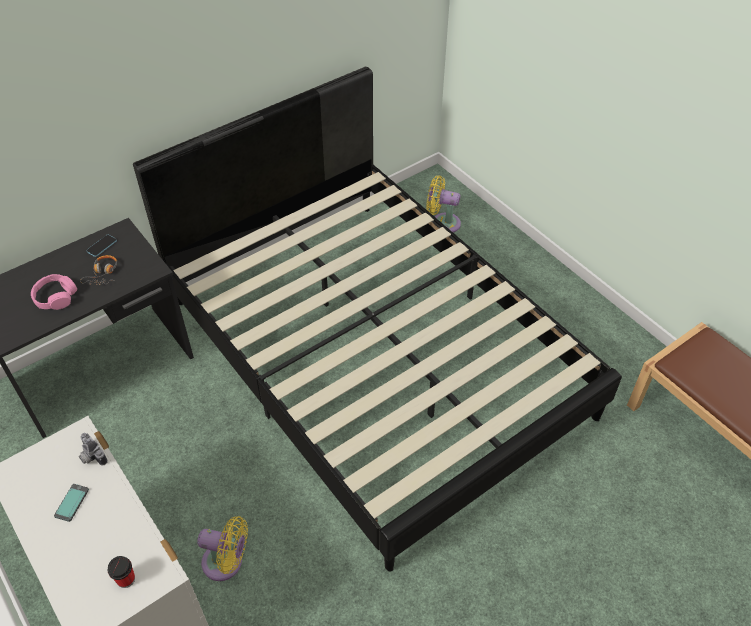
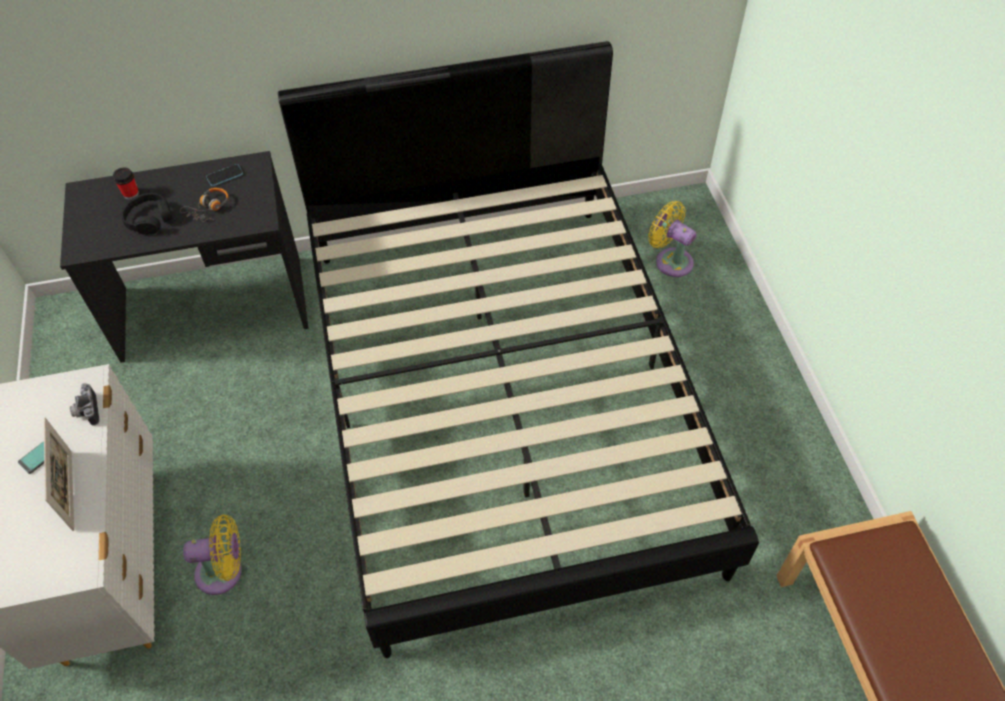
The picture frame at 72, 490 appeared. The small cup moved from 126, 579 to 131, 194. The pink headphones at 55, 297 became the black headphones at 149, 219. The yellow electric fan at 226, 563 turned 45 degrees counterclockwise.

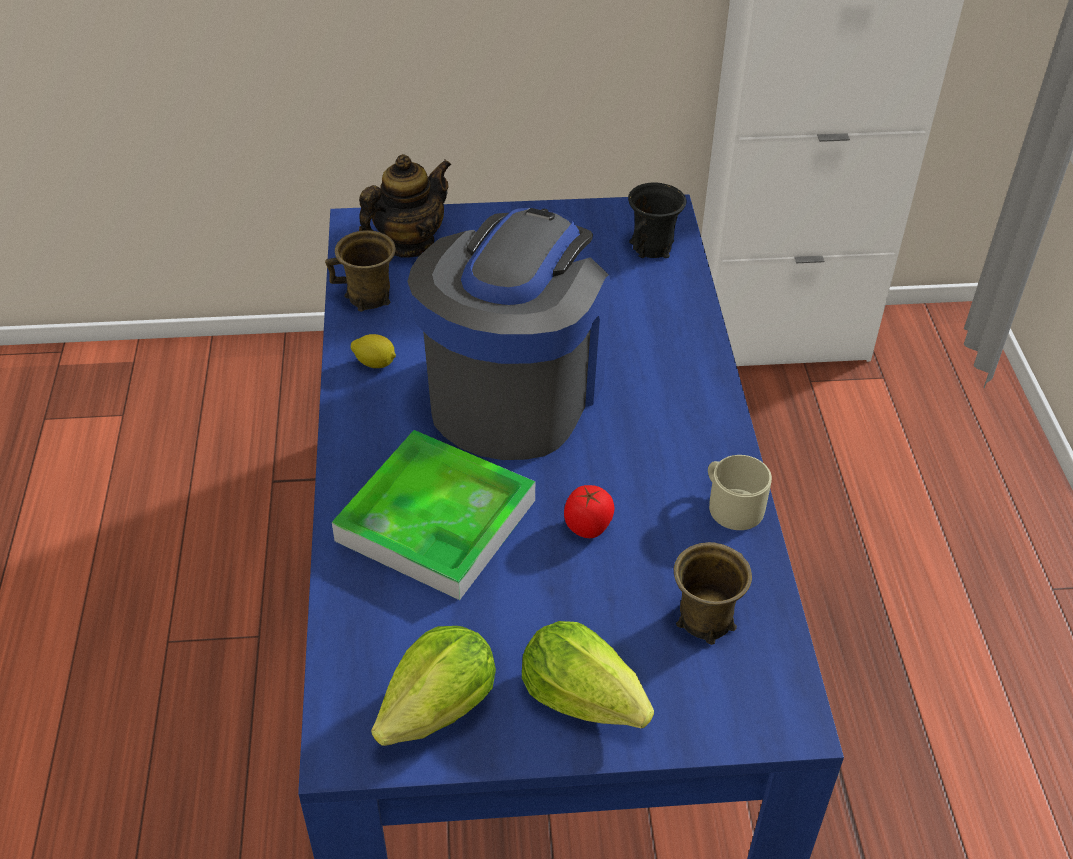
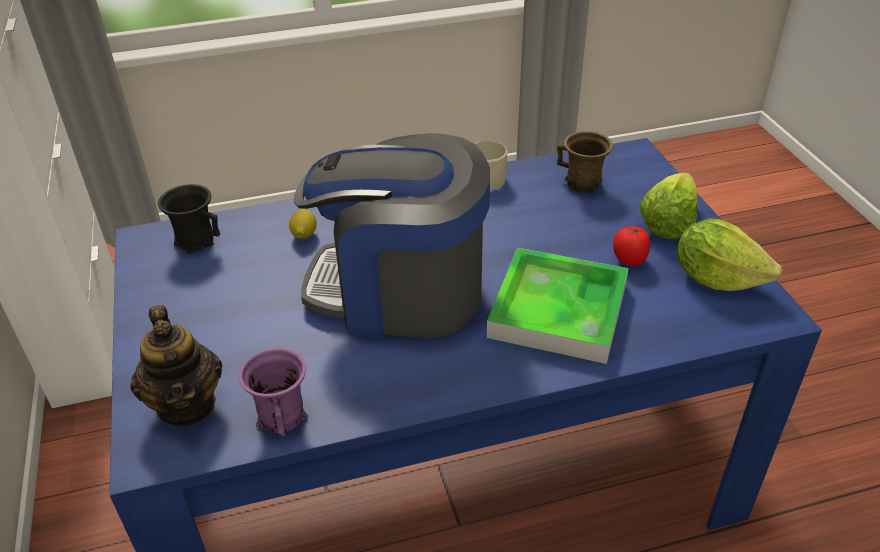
The lemon moved from 375, 363 to 304, 235. The whole tomato moved from 588, 527 to 629, 260. The brownish mug at 369, 297 became the purple-coloured mug at 282, 416. The pot for tea at 408, 244 turned 150 degrees counterclockwise.

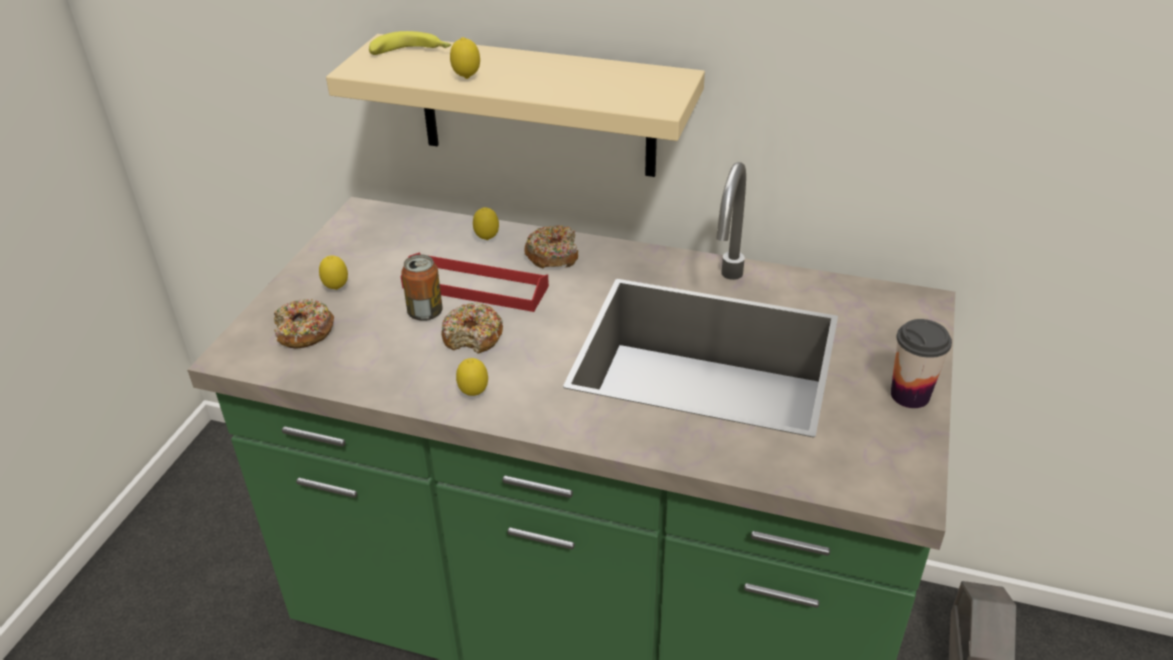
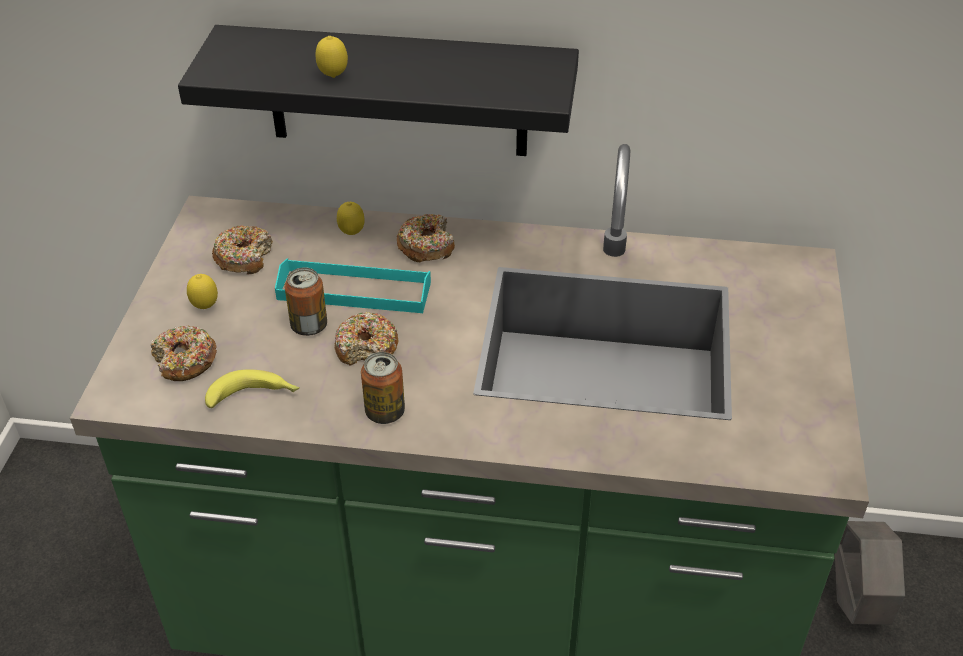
The small cup at 910, 395 disappeared. The ring doughnut at 244, 257 appeared. The banana moved from 412, 53 to 254, 396. The lemon at 474, 394 was replaced by the metal can at 385, 412. The sand-coloured shelf at 537, 106 became the black shelf at 397, 92. The red-coloured carrying tray at 475, 287 became the turquoise carrying tray at 354, 291.

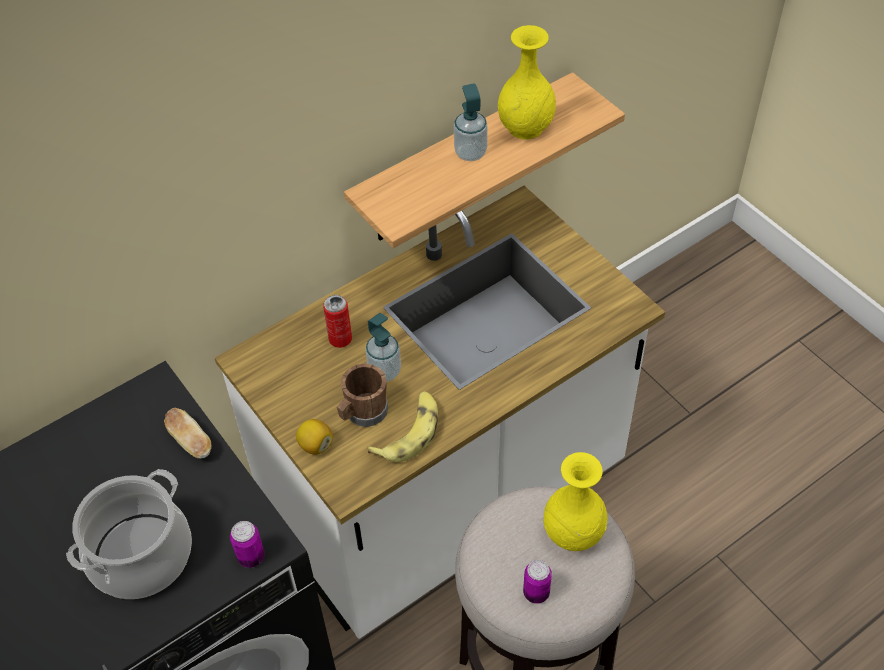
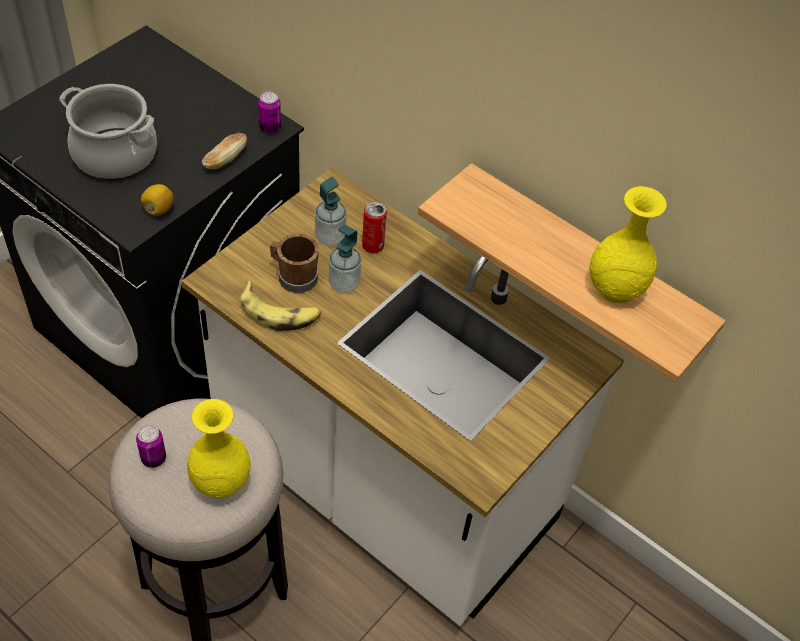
The metal can moved from 251, 557 to 270, 128. The lemon moved from 315, 445 to 159, 209. The liquid soap bottle moved from 470, 153 to 330, 237.

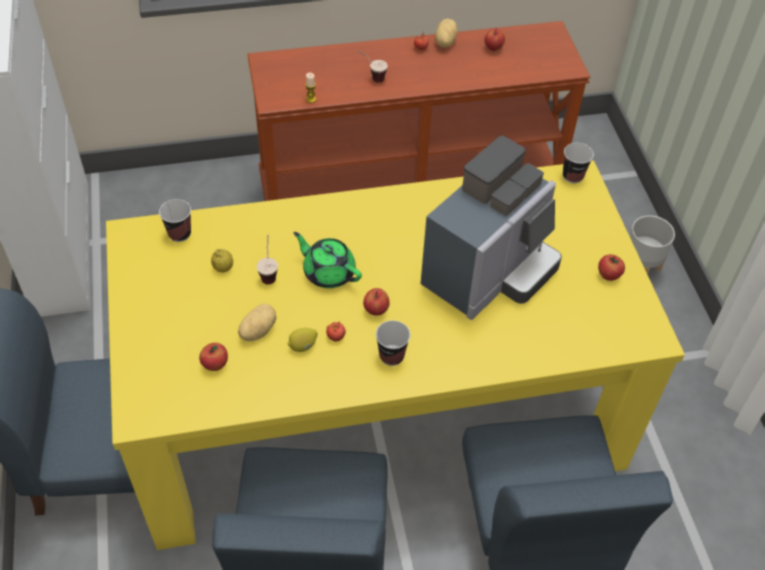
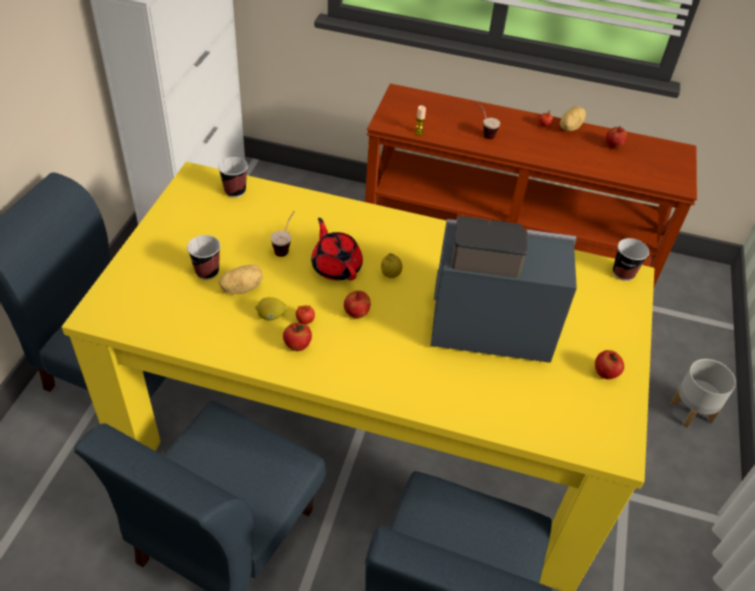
The whole apple moved from 215, 365 to 297, 345. The lemon moved from 223, 268 to 390, 275. The small cup moved from 391, 356 to 207, 272. The green pot for tea at 328, 272 became the red-coloured pot for tea at 336, 266. The coffee machine at 489, 272 turned 150 degrees counterclockwise.

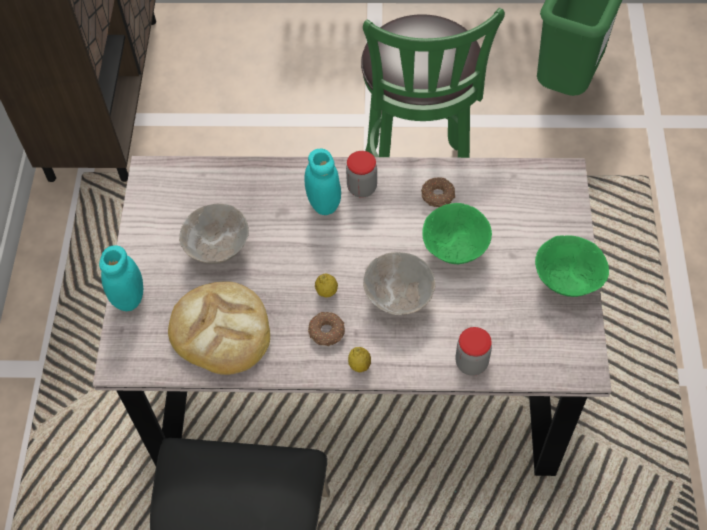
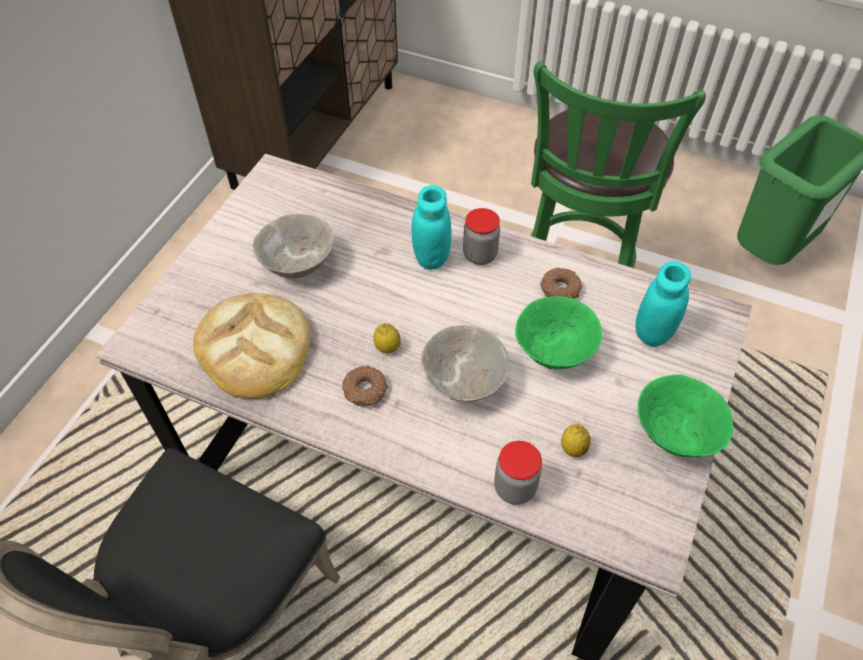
The turquoise storage jar moved from 129, 298 to 653, 333. The lemon moved from 359, 365 to 573, 448.

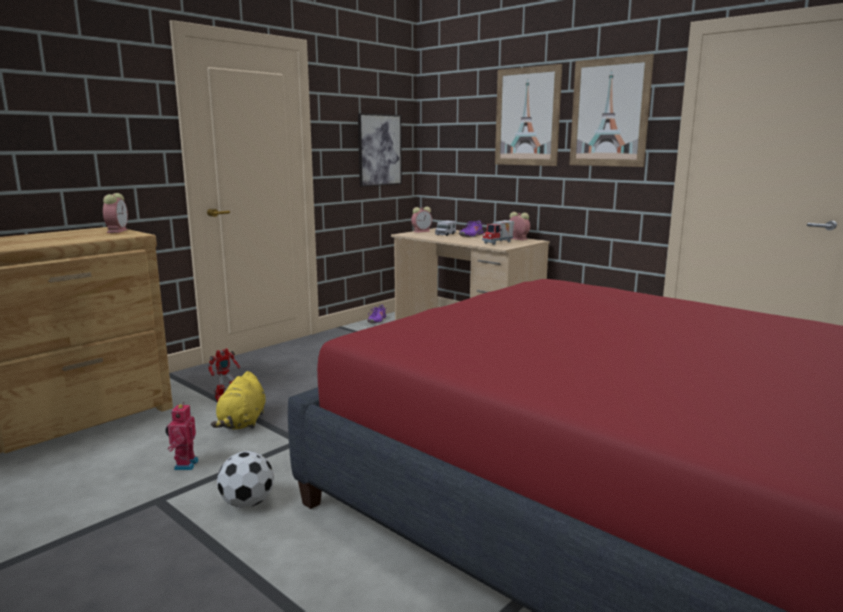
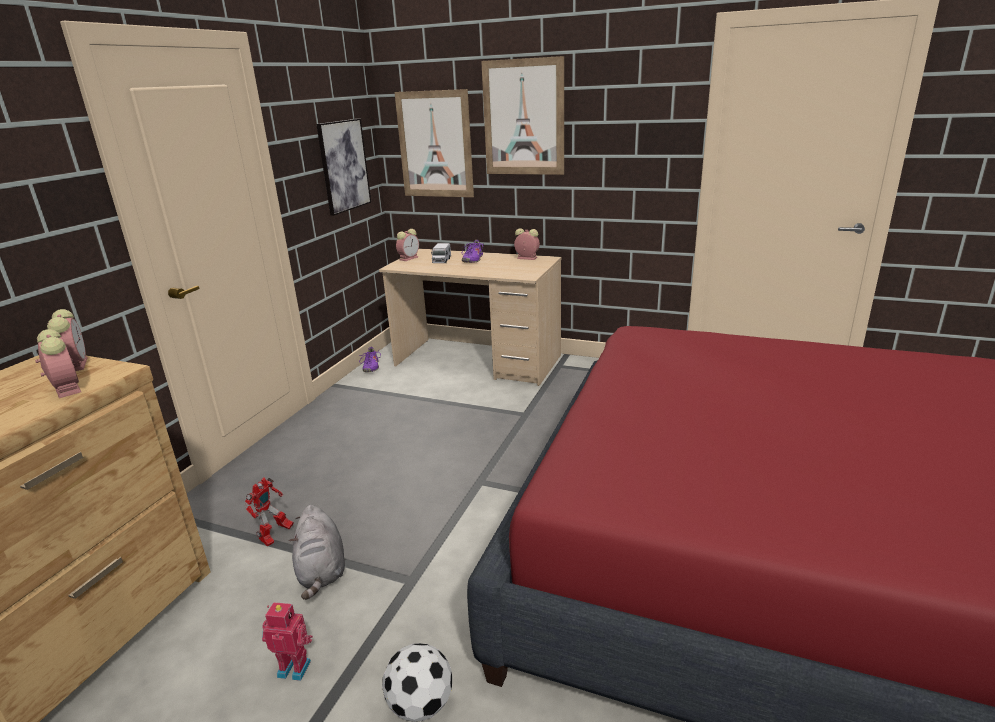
The toy truck at 498, 243 disappeared. The alarm clock at 66, 388 appeared. The wall art moved from 609, 113 to 435, 145. The yellow cuddly toy at 242, 423 became the greyish cuddly toy at 321, 571. The toy robot at 184, 465 turned 120 degrees clockwise.

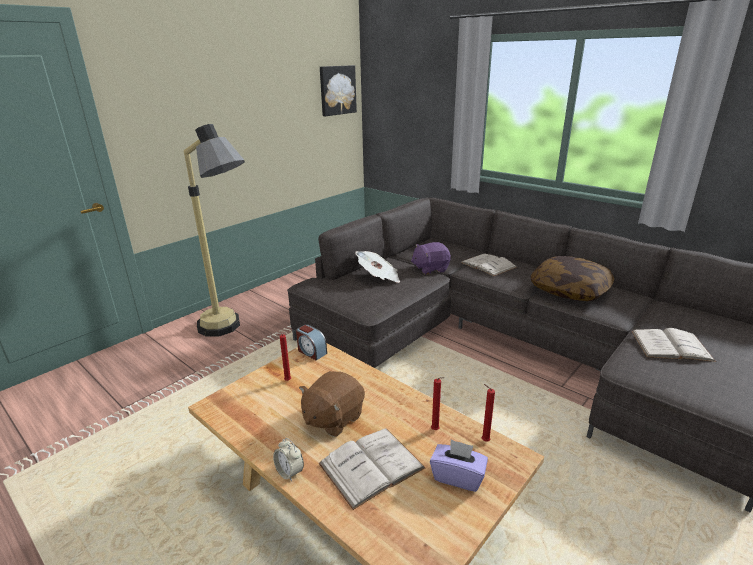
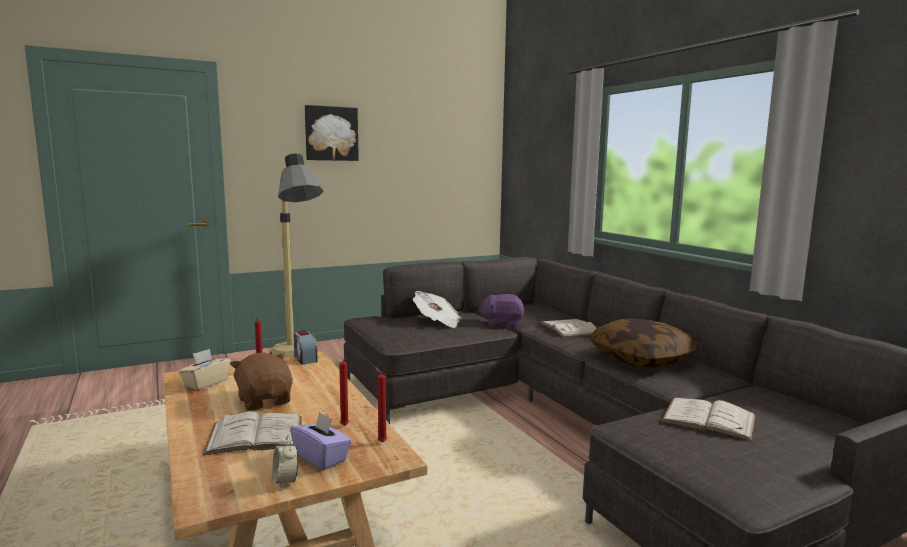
The sand-coloured tissue box at 206, 383 appeared. The alarm clock moved from 289, 472 to 285, 481. The wall art moved from 337, 90 to 331, 133. The brownish cuddly toy at 333, 418 turned 90 degrees clockwise.

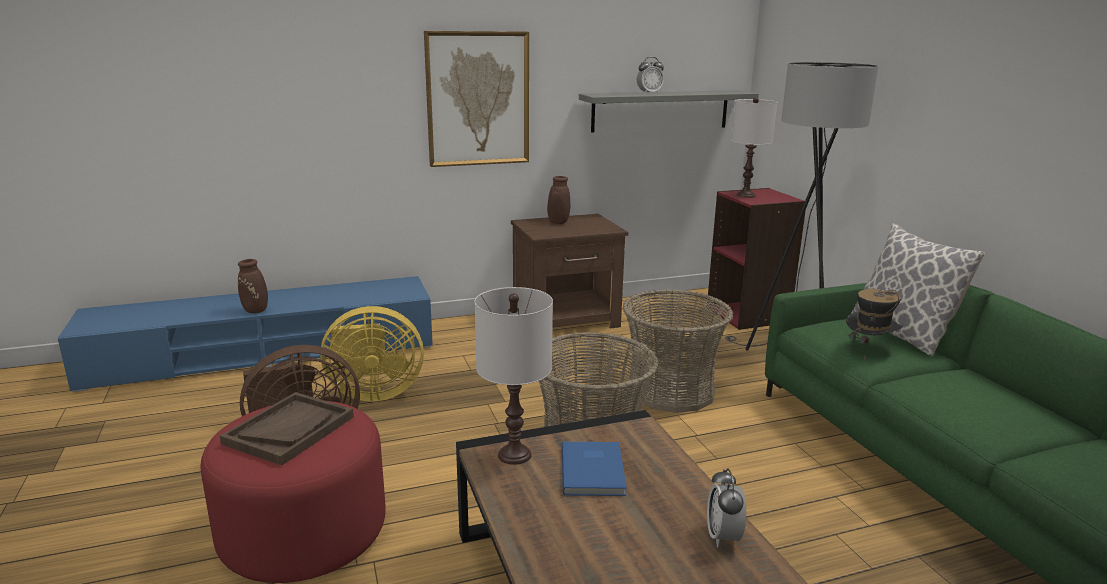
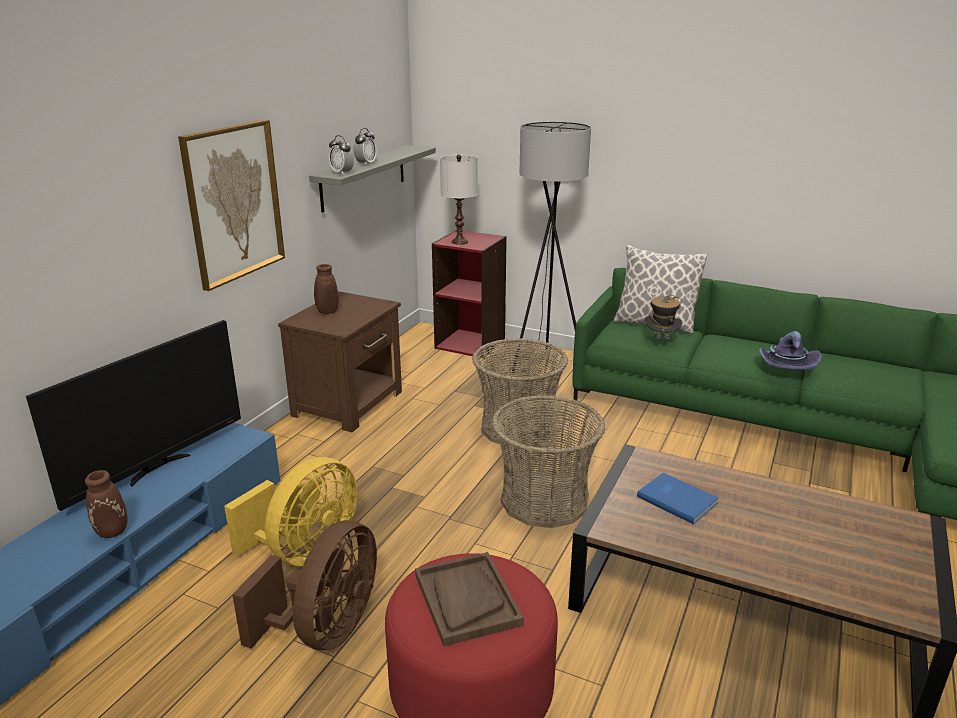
The whitish tabletop lamp at 514, 454 disappeared. The TV at 157, 468 appeared. The purple-coloured clothing hat at 785, 366 appeared. The alarm clock moved from 723, 537 to 342, 173.

